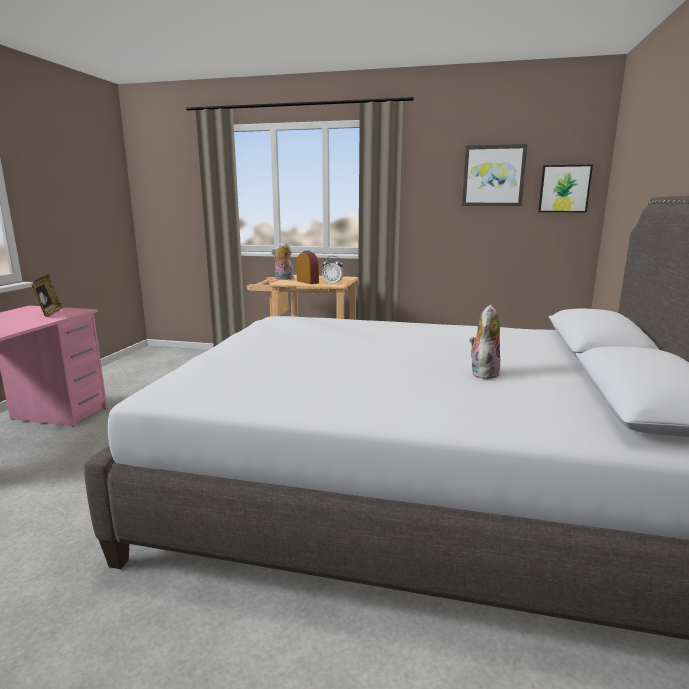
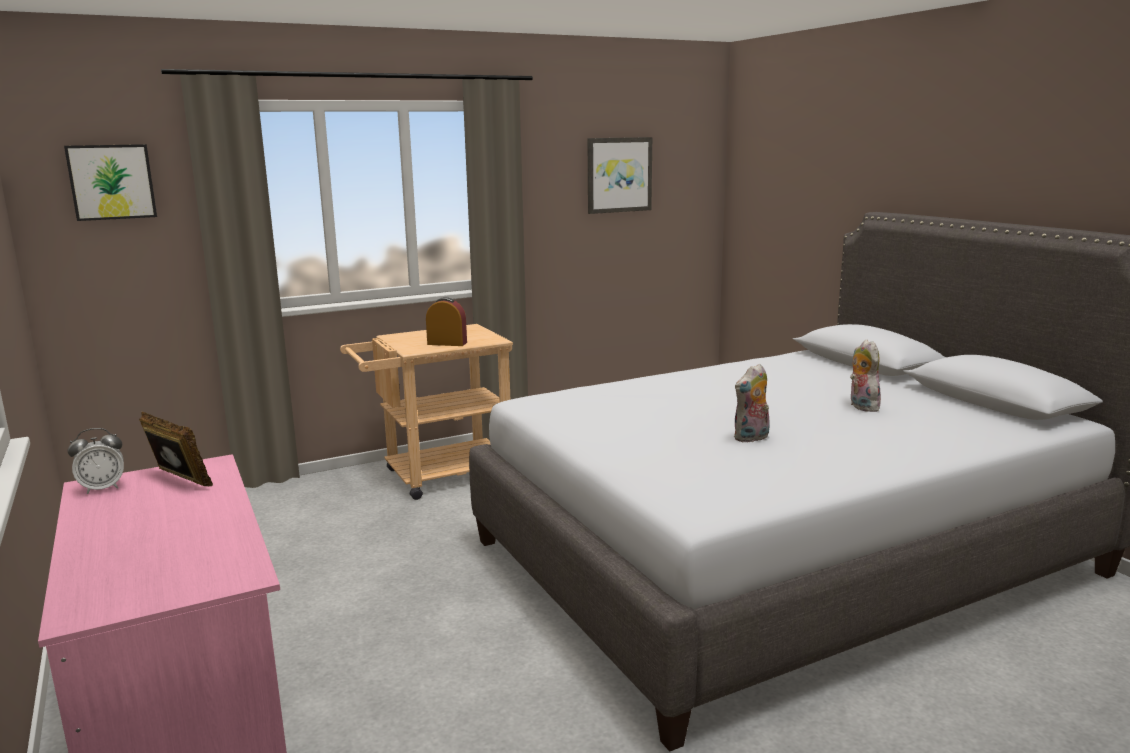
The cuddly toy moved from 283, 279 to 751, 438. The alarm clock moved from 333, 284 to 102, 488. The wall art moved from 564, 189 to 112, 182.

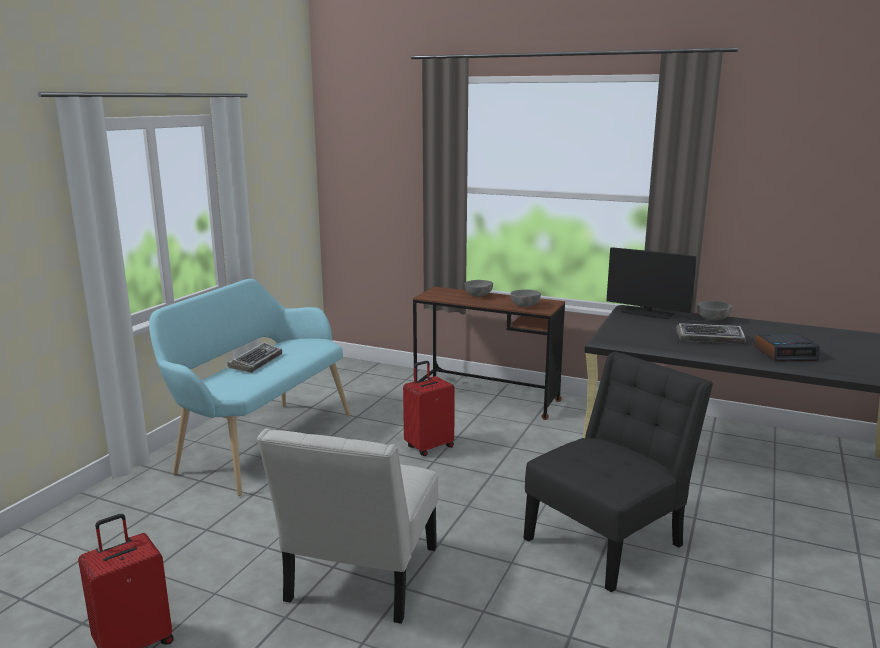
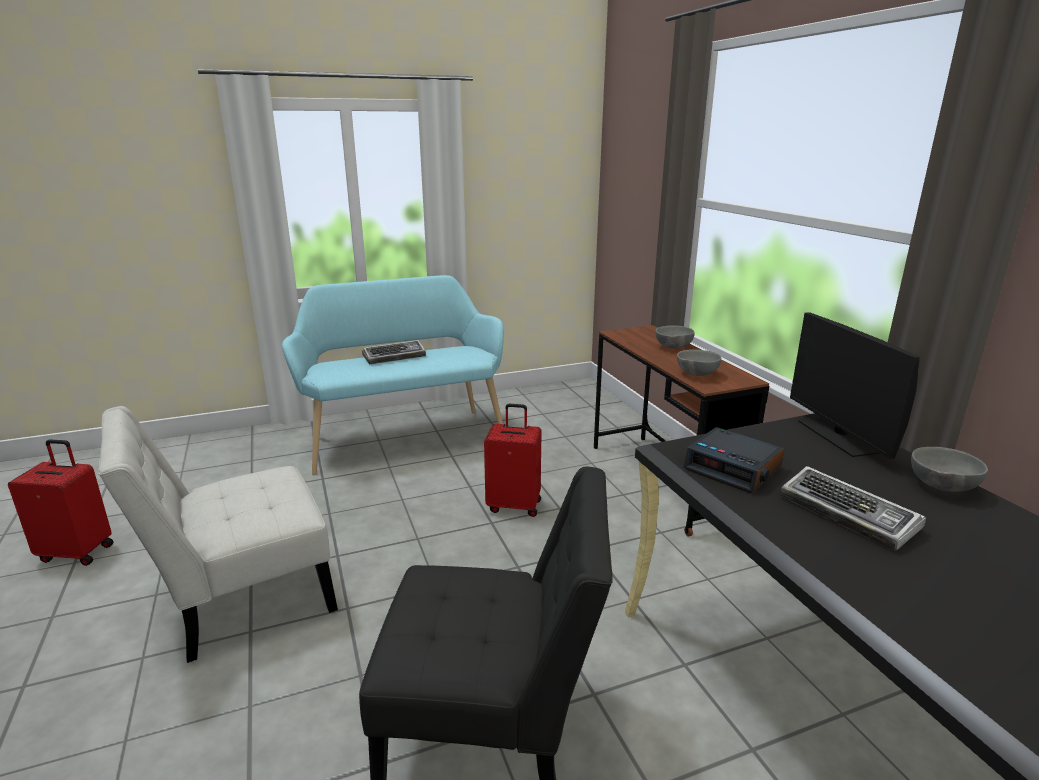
The alarm clock moved from 785, 353 to 733, 468.

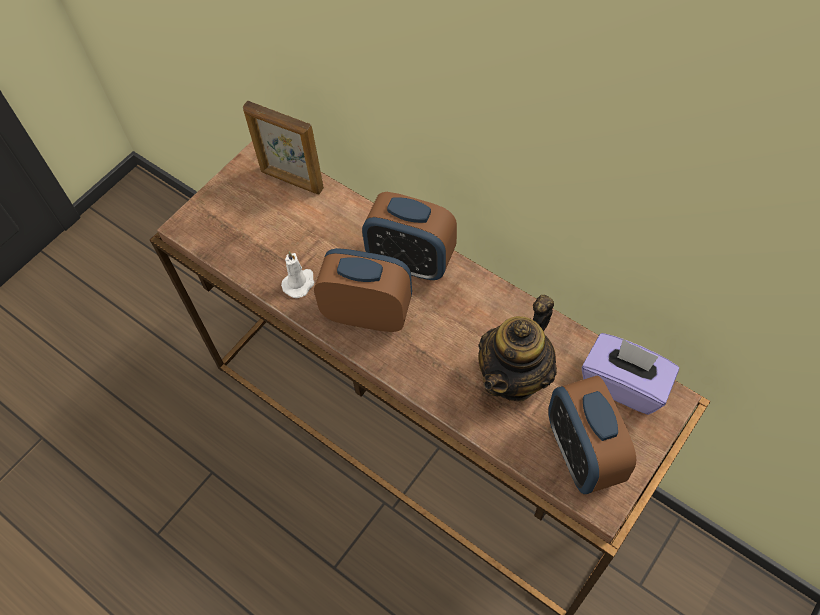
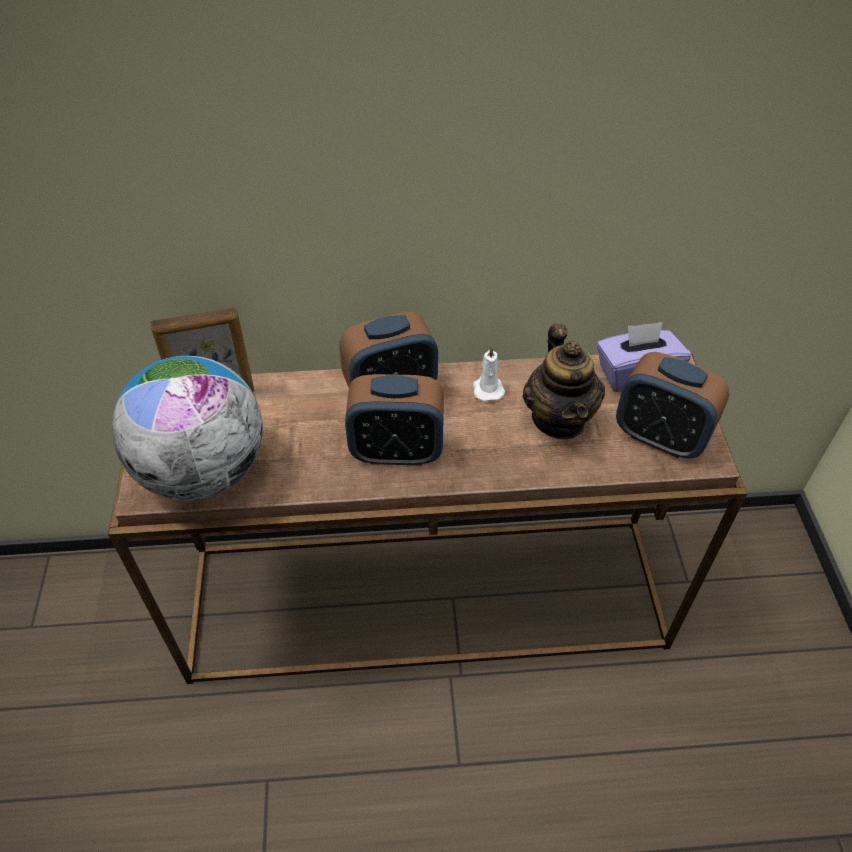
The globe at 203, 471 appeared. The whitish wax light moved from 299, 283 to 487, 388. The alarm clock at 368, 313 turned 150 degrees counterclockwise.

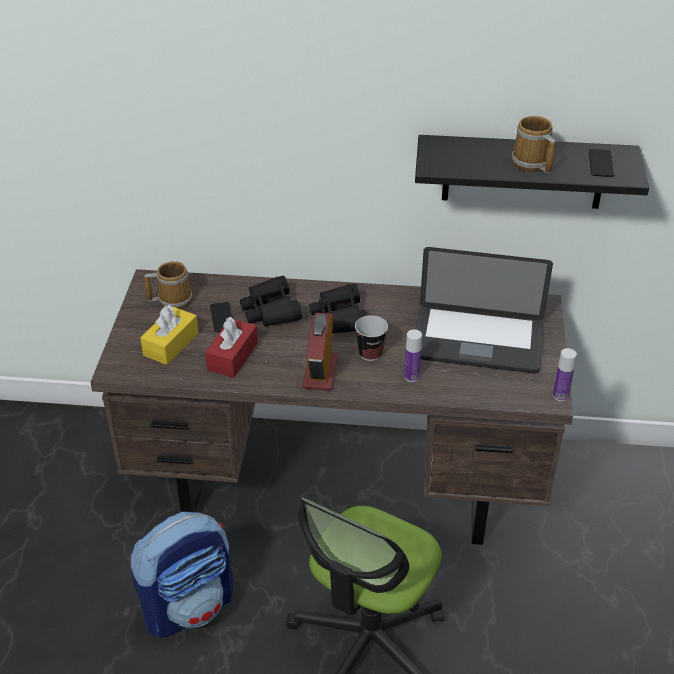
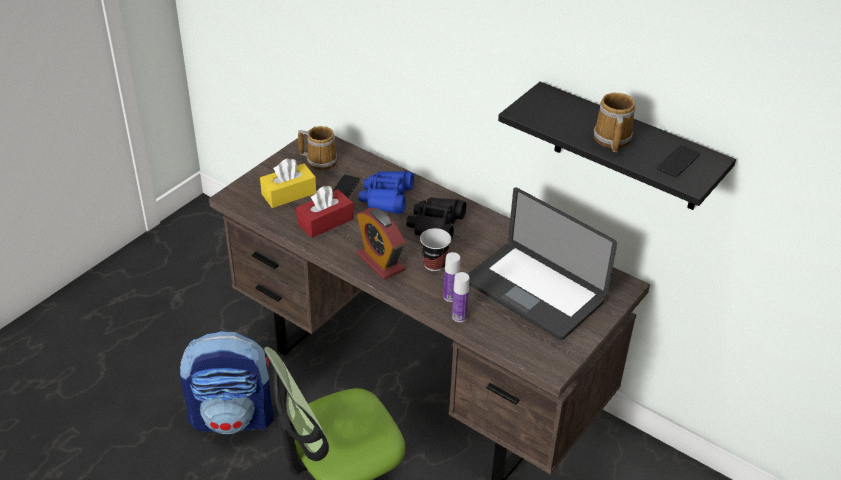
The bottle moved from 560, 396 to 459, 316. The black pair of binoculars at 270, 310 became the bluish pair of binoculars at 386, 198. The alarm clock at 320, 372 turned 75 degrees counterclockwise.

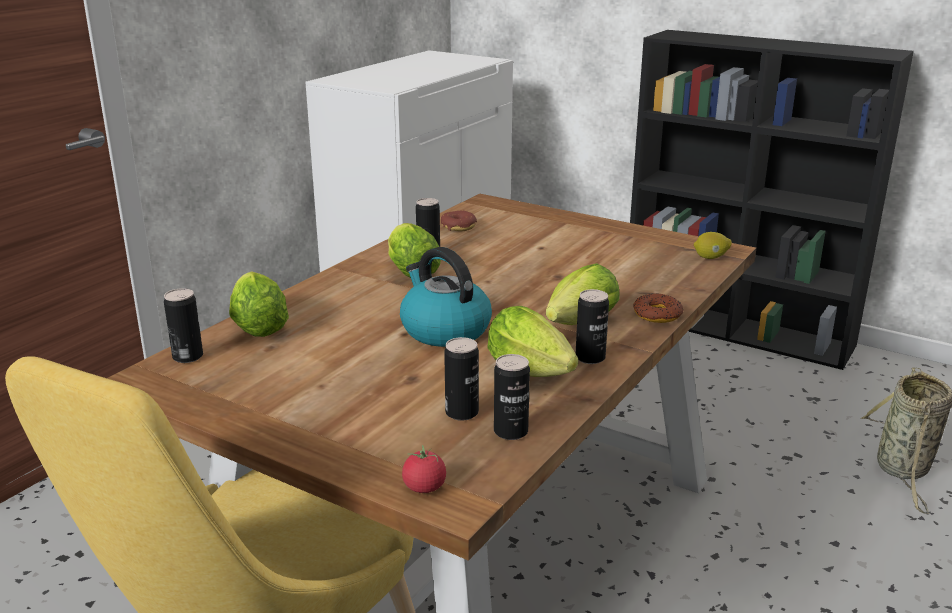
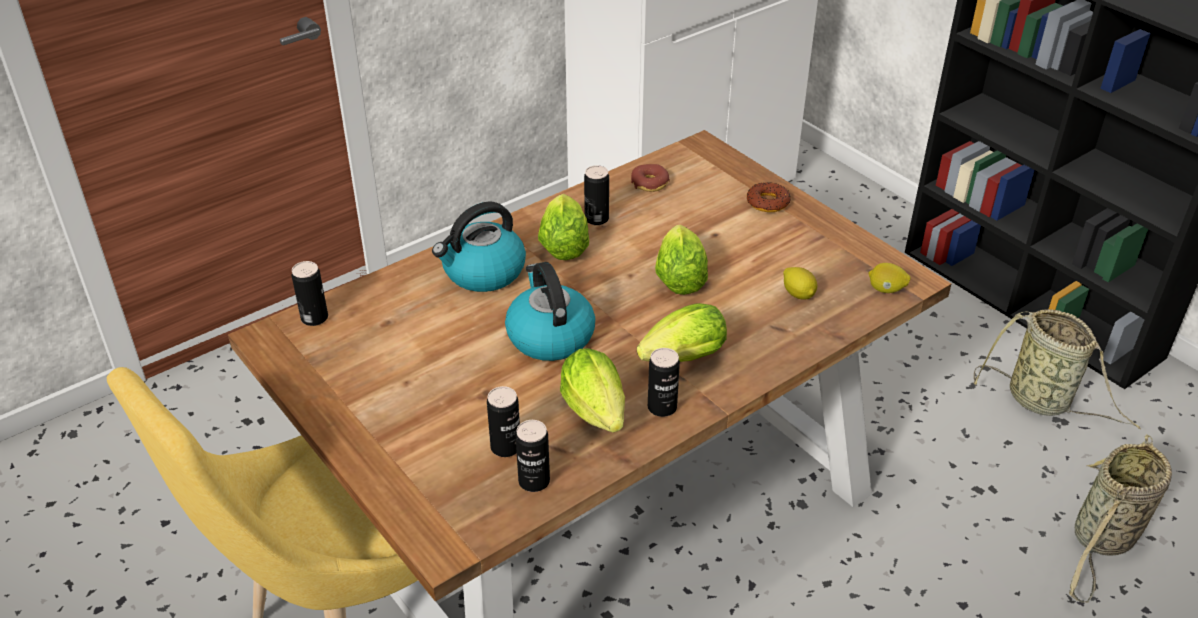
The whole tomato at 424, 487 disappeared. The tea kettle at 483, 272 appeared. The lemon at 798, 294 appeared. The basket at 1043, 402 appeared. The head of lettuce moved from 258, 326 to 679, 276. The ring doughnut moved from 657, 314 to 767, 202.

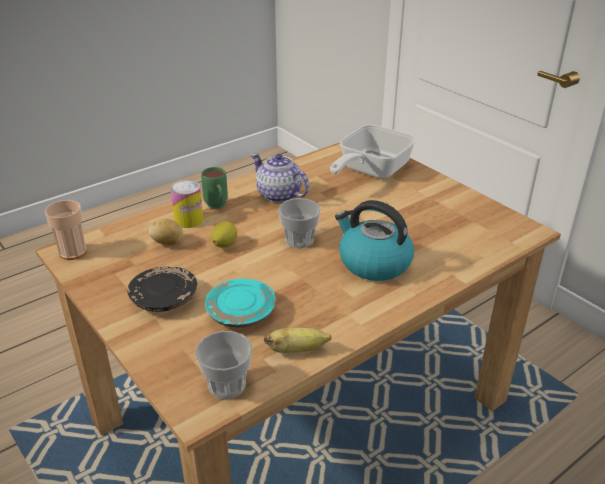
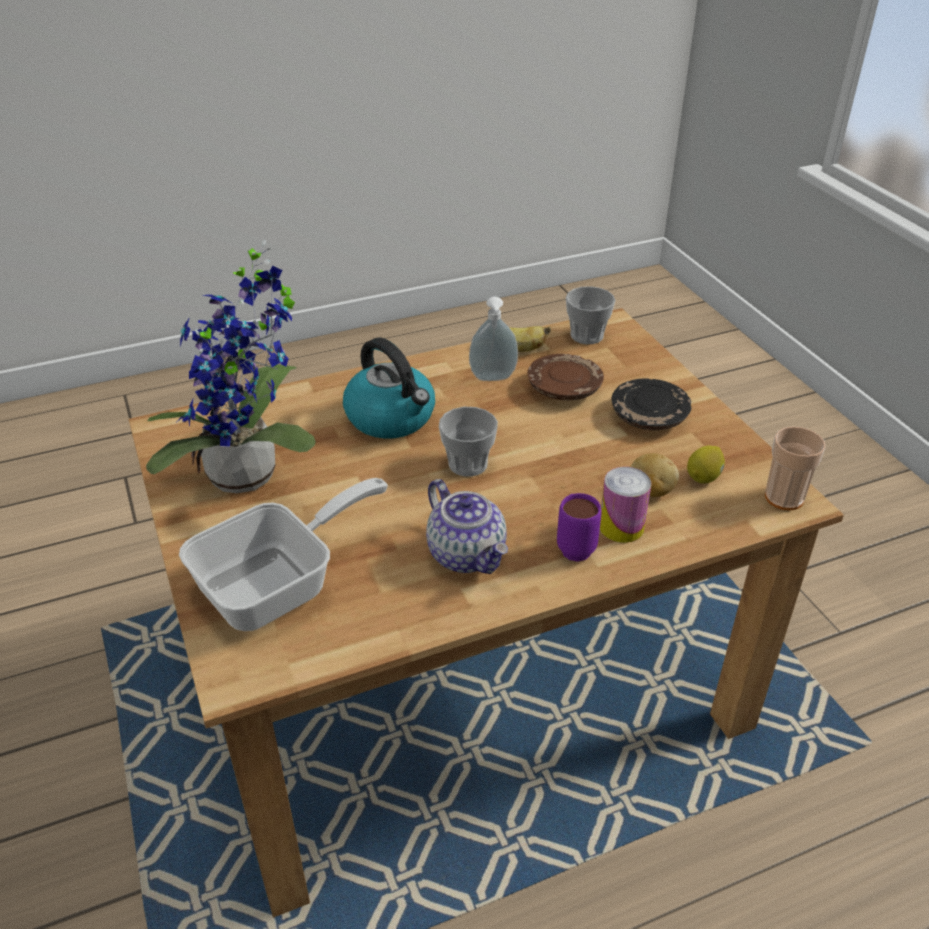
The plant in a pot at 251, 476 appeared. The liquid soap bottle at 493, 379 appeared. The lemon moved from 224, 245 to 704, 477. The green mug at 217, 207 became the purple-coloured mug at 574, 546. The turquoise flat dish at 241, 313 became the brownish flat dish at 563, 388.

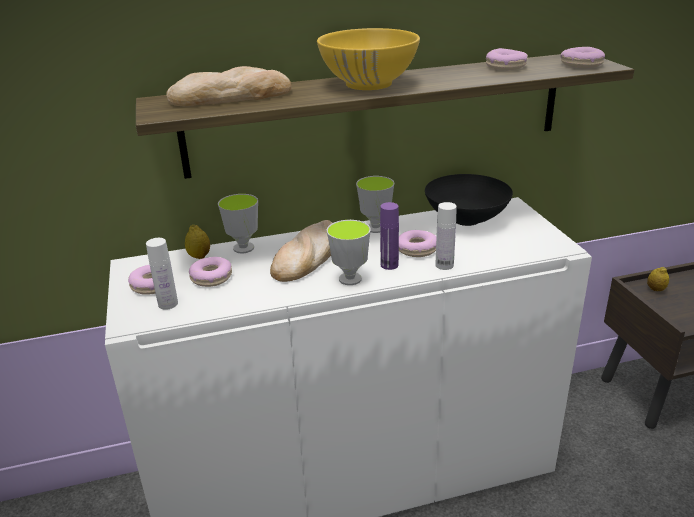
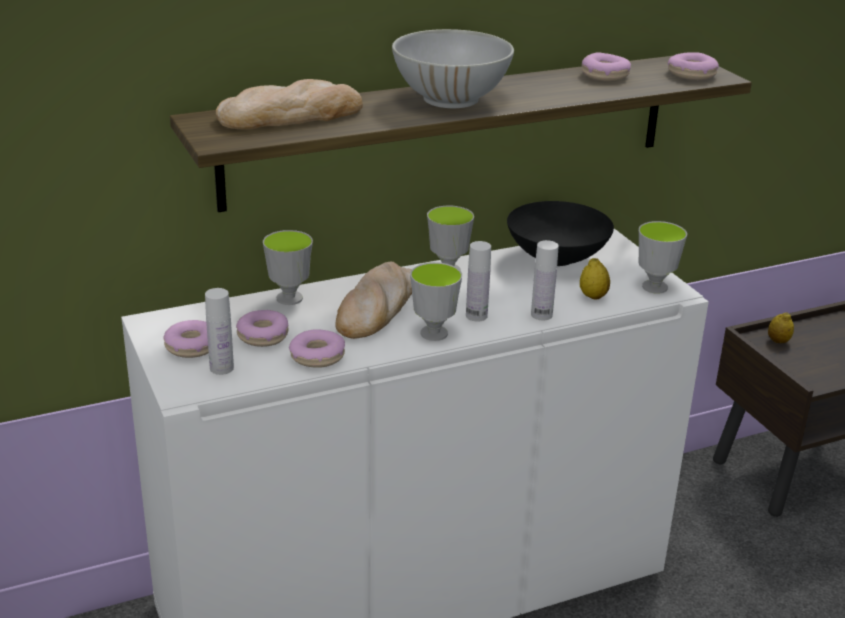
The small cup at 654, 287 appeared. The lemon moved from 199, 256 to 593, 296. The ring doughnut moved from 417, 249 to 317, 356. The yellow serving bowl at 369, 84 became the whitish serving bowl at 451, 99. The purple-coloured bottle at 389, 265 became the whitish bottle at 476, 316.

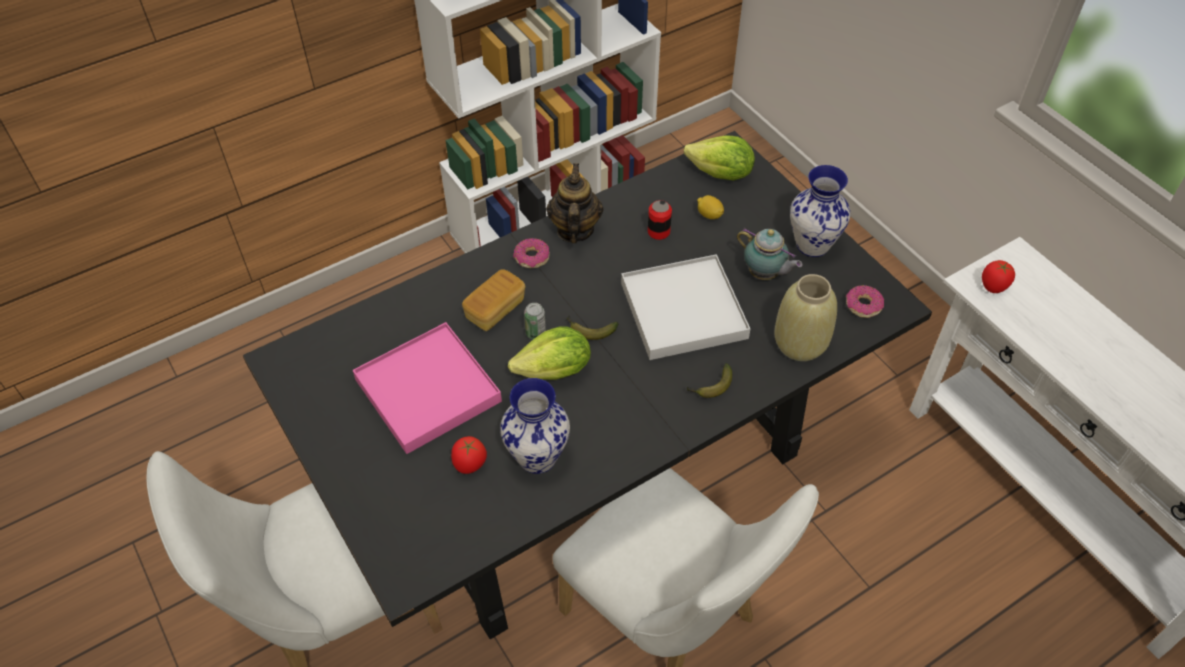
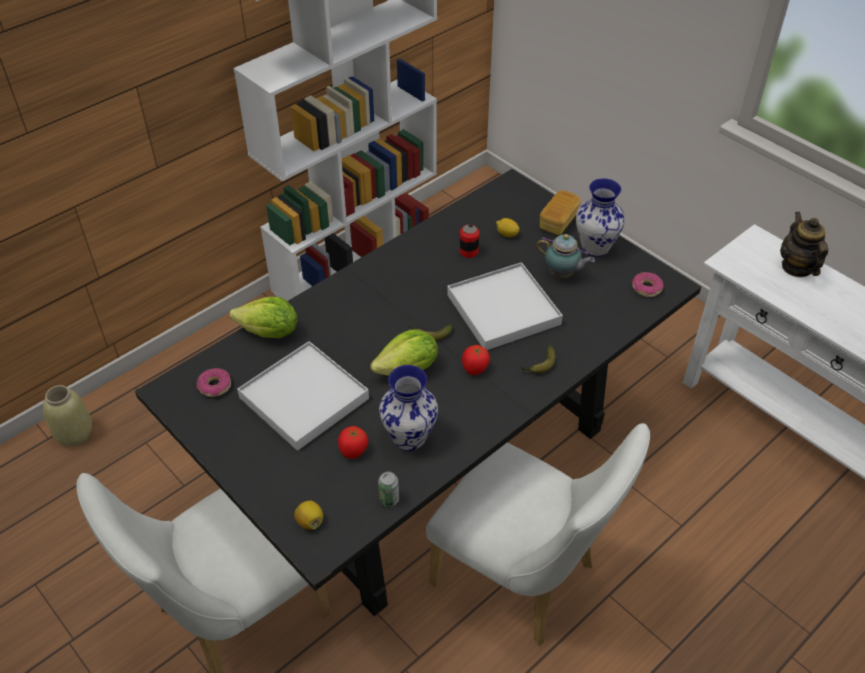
The lemon at 310, 521 appeared. The bread moved from 495, 309 to 558, 221. The ring doughnut moved from 531, 258 to 214, 386. The metal can moved from 535, 333 to 389, 499. The pot for tea moved from 574, 230 to 797, 267. The head of lettuce moved from 721, 174 to 269, 332. The sand-coloured decorative vase moved from 799, 343 to 74, 433. The whole tomato moved from 993, 286 to 475, 369. The pink carrying tray at 428, 390 became the whitish carrying tray at 304, 398.

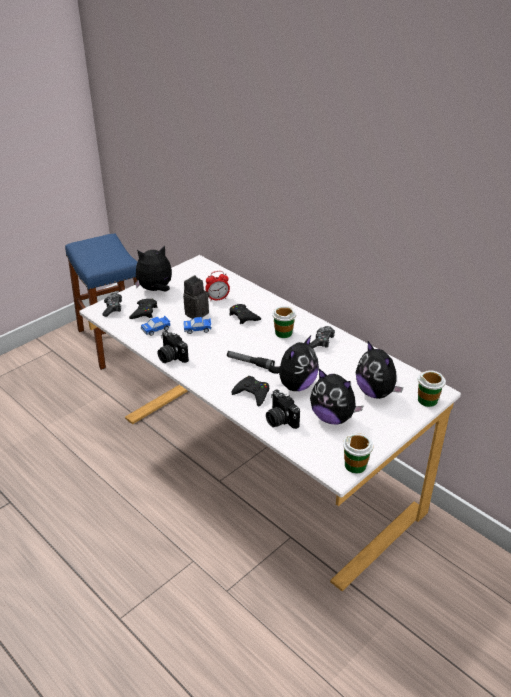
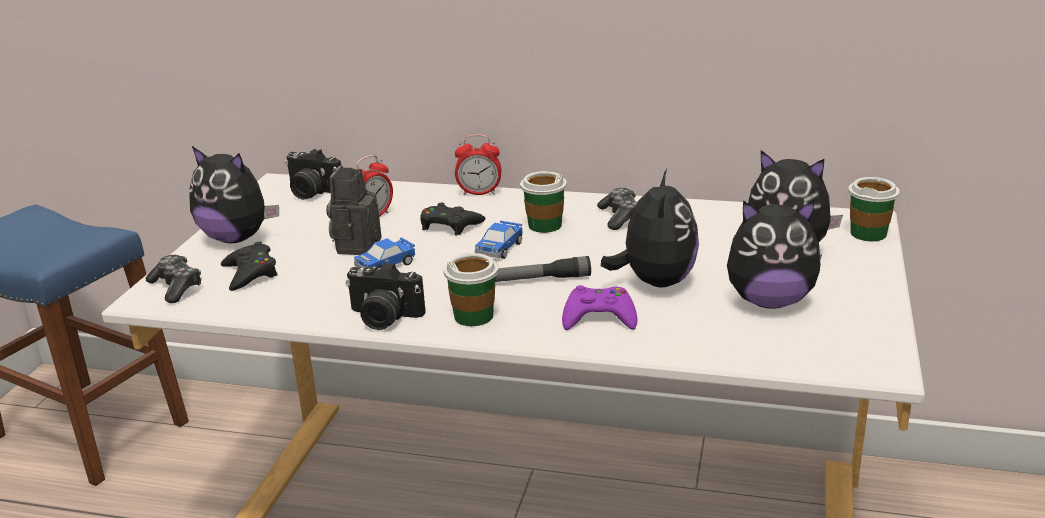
The alarm clock at 479, 193 appeared. The model car moved from 156, 329 to 500, 248. The still camera moved from 280, 419 to 311, 192. The small cup moved from 355, 465 to 474, 316. The black gamepad at 252, 393 became the purple-coloured gamepad at 599, 317. The cuddly toy at 155, 290 turned 105 degrees counterclockwise.

